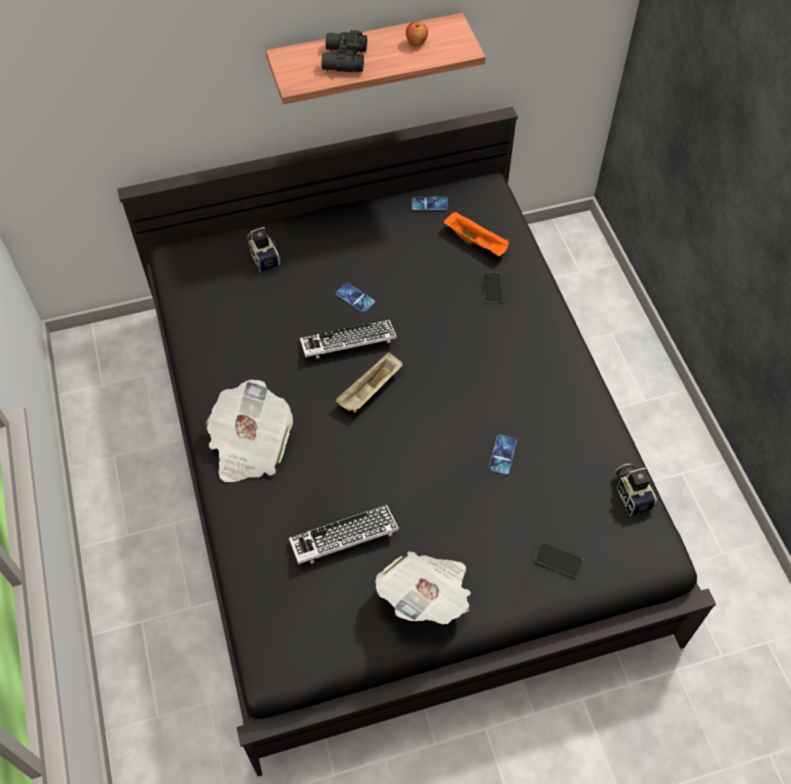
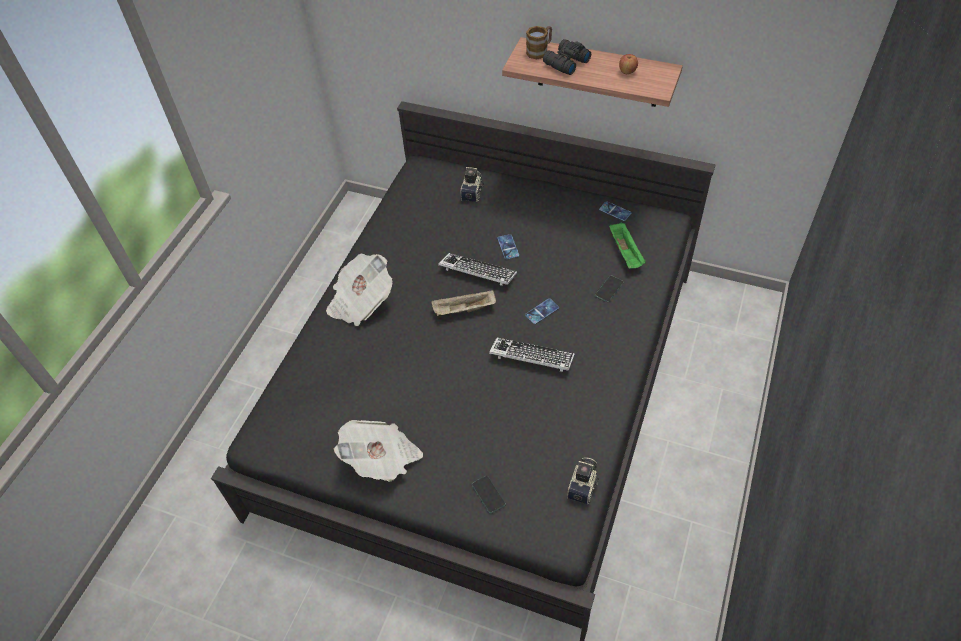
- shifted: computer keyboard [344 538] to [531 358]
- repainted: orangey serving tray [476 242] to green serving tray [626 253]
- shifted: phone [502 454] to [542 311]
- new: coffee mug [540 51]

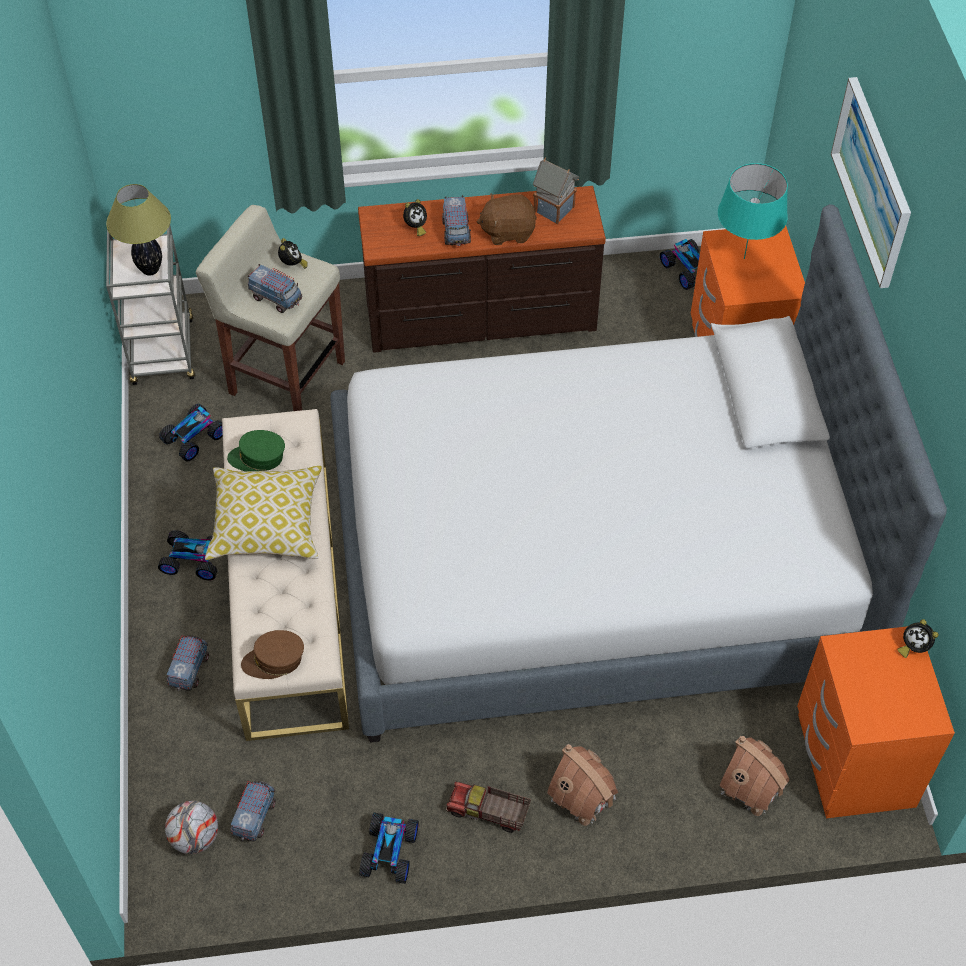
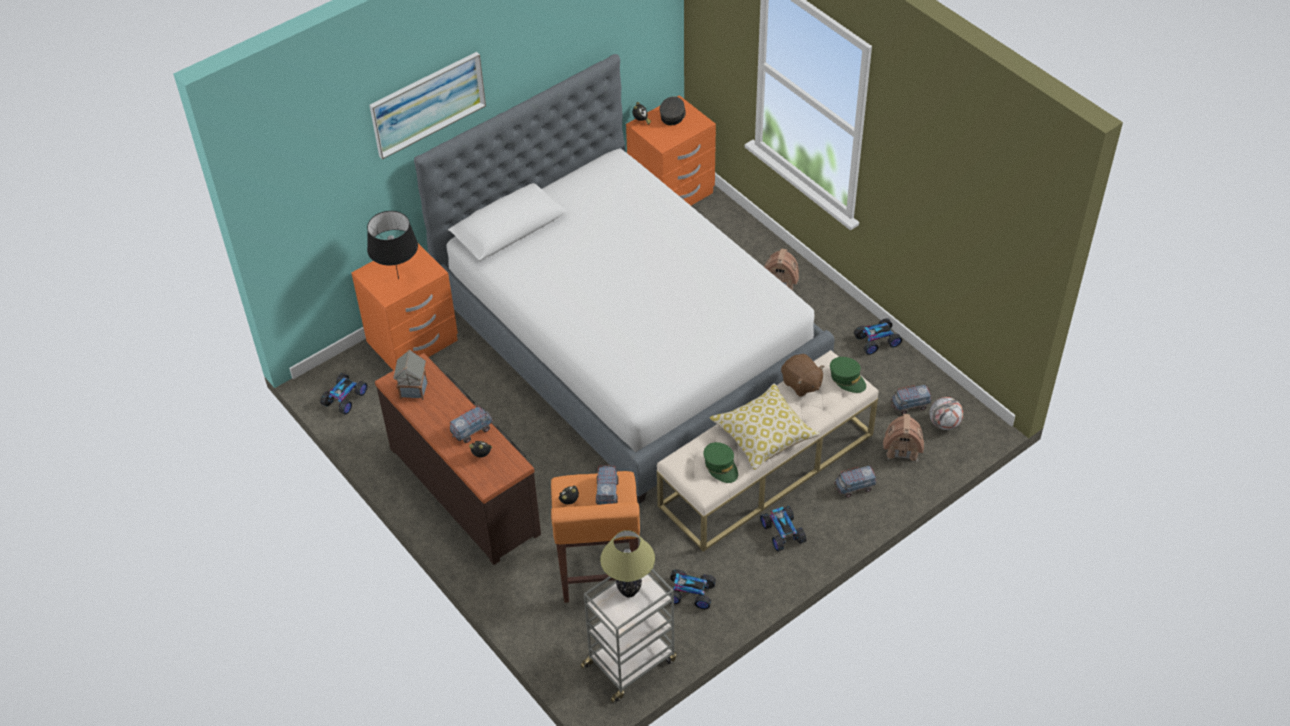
- repainted: sand-coloured stool seat [285 377] to orangey stool seat [599 572]
- repainted: brown baseball cap [274 660] to green baseball cap [847 379]
- gone: toy lorry [488 813]
- shifted: brown cuddly toy [508 231] to [801 384]
- repainted: turquoise table lamp [744 258] to black table lamp [398 279]
- shifted: model house [752 789] to [902 448]
- new: greyish baseball cap [673 115]

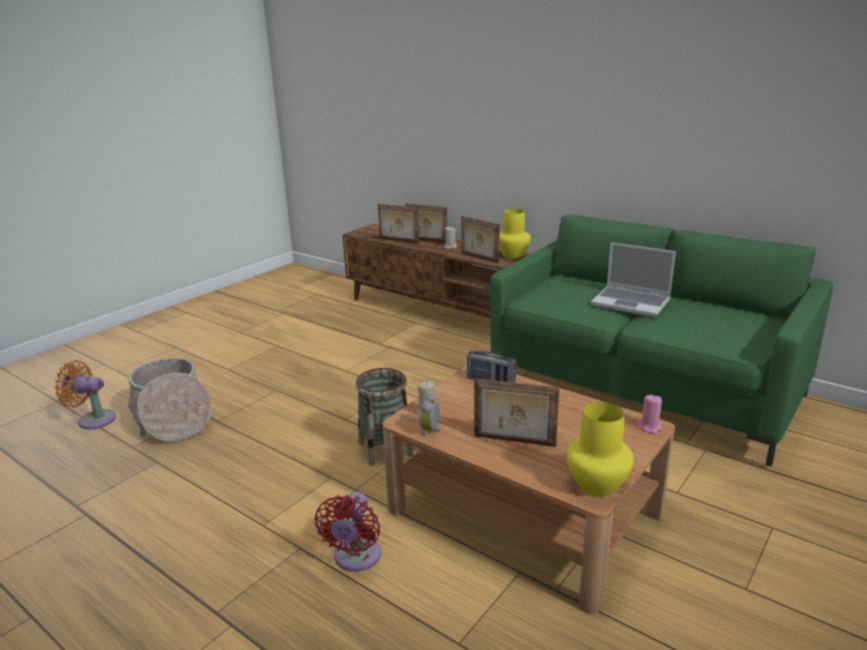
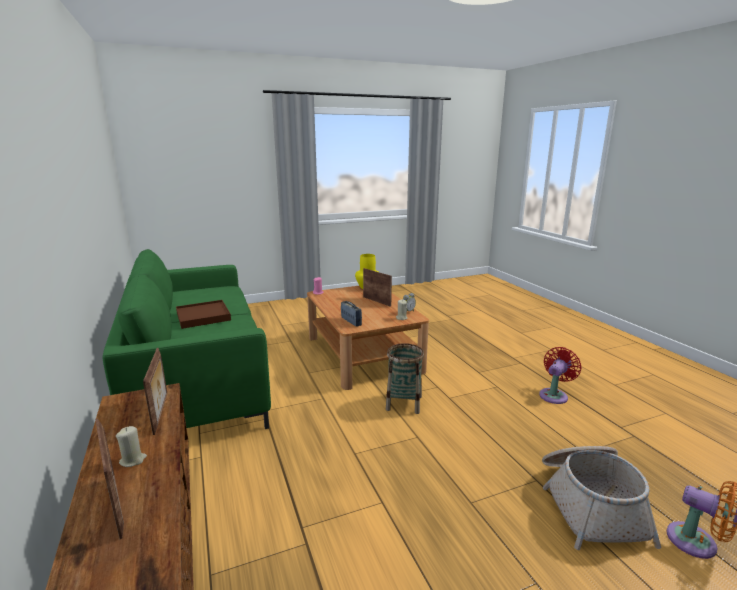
- shifted: red electric fan [356 558] to [554 395]
- gone: standing frame [398 241]
- gone: yellow-coloured vase [512 255]
- swapped: laptop [631 303] to brown serving tray [203 316]

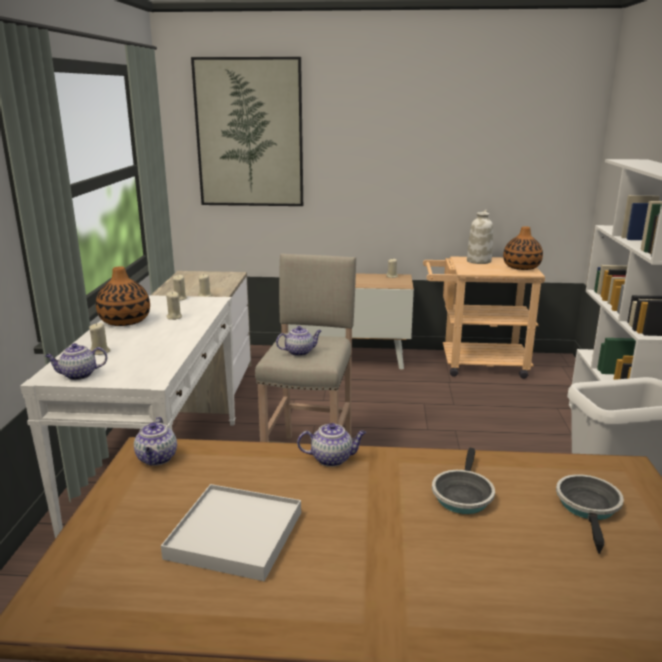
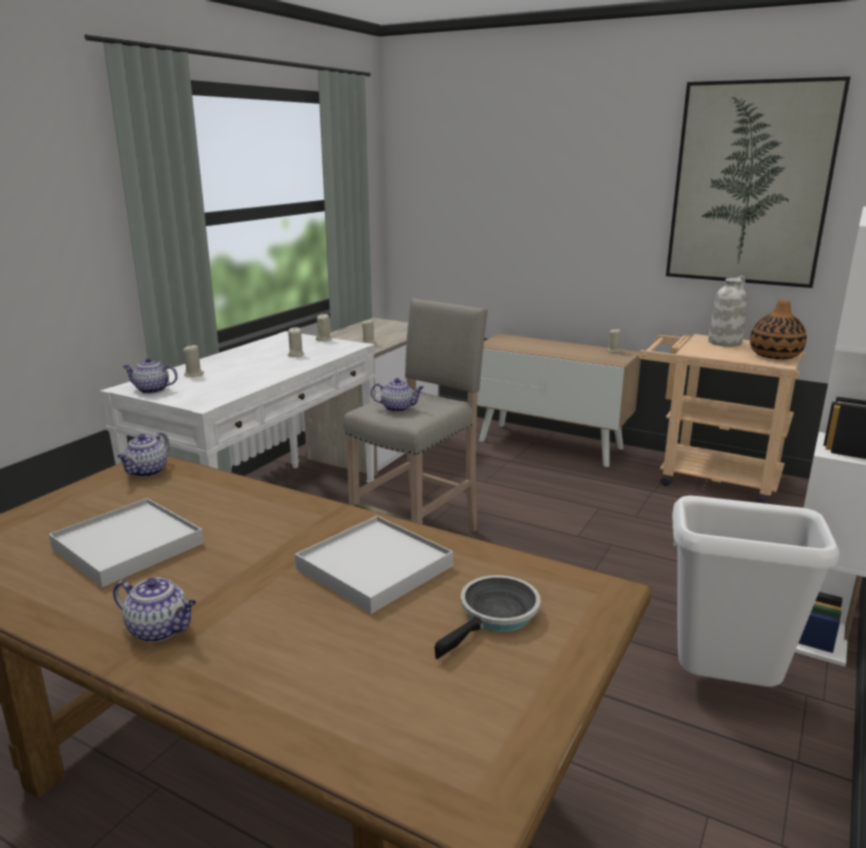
- gone: vase [125 321]
- shifted: picture [249 133] to [750 184]
- shifted: teapot [332 459] to [160 630]
- swapped: skillet [462 495] to white-coloured serving tray [374 567]

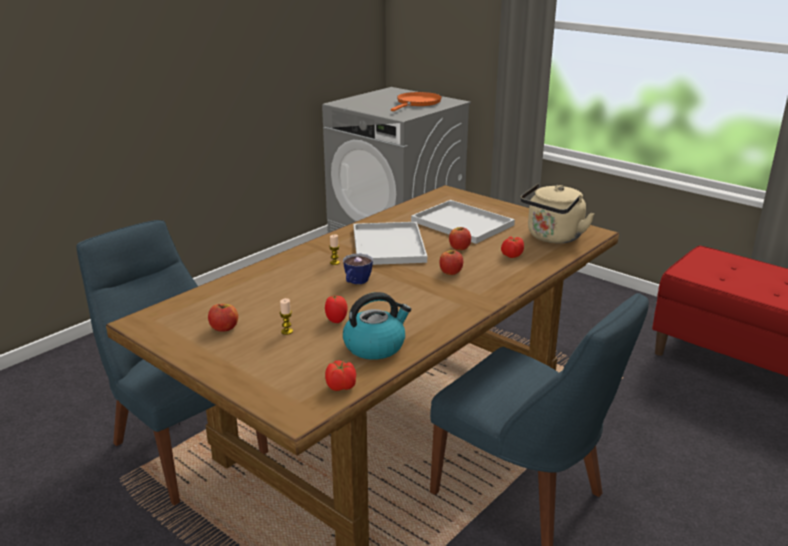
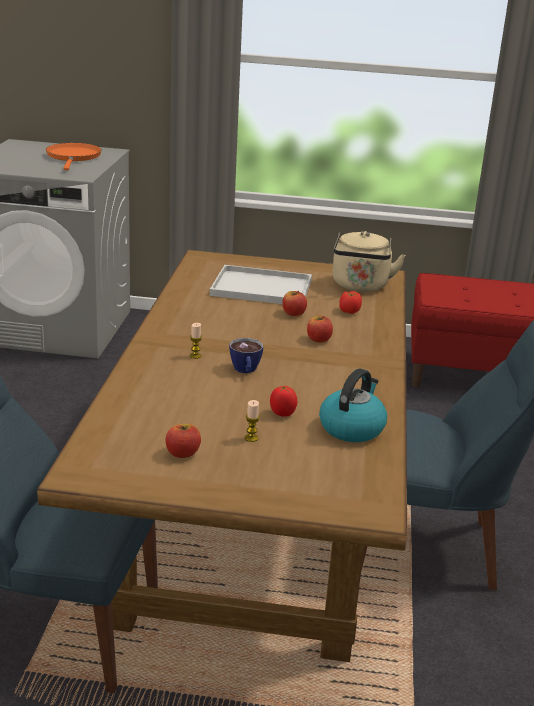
- gone: whole tomato [341 387]
- gone: white-coloured serving tray [387 244]

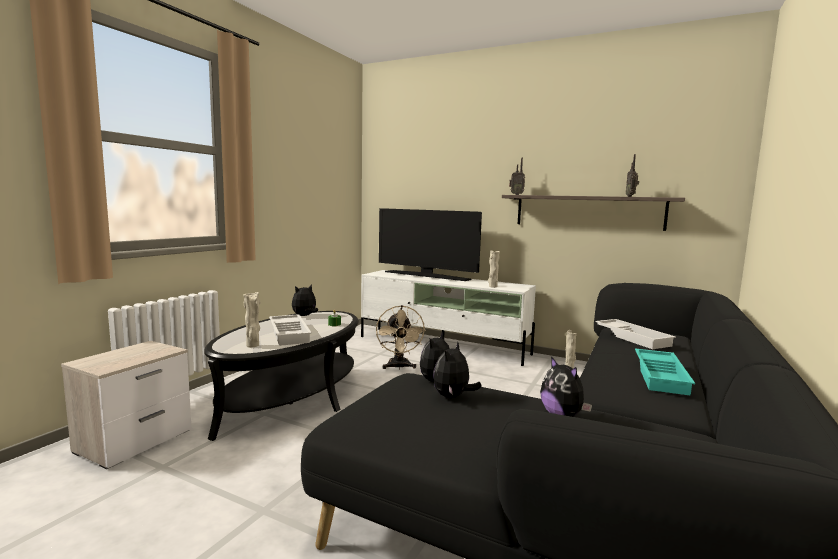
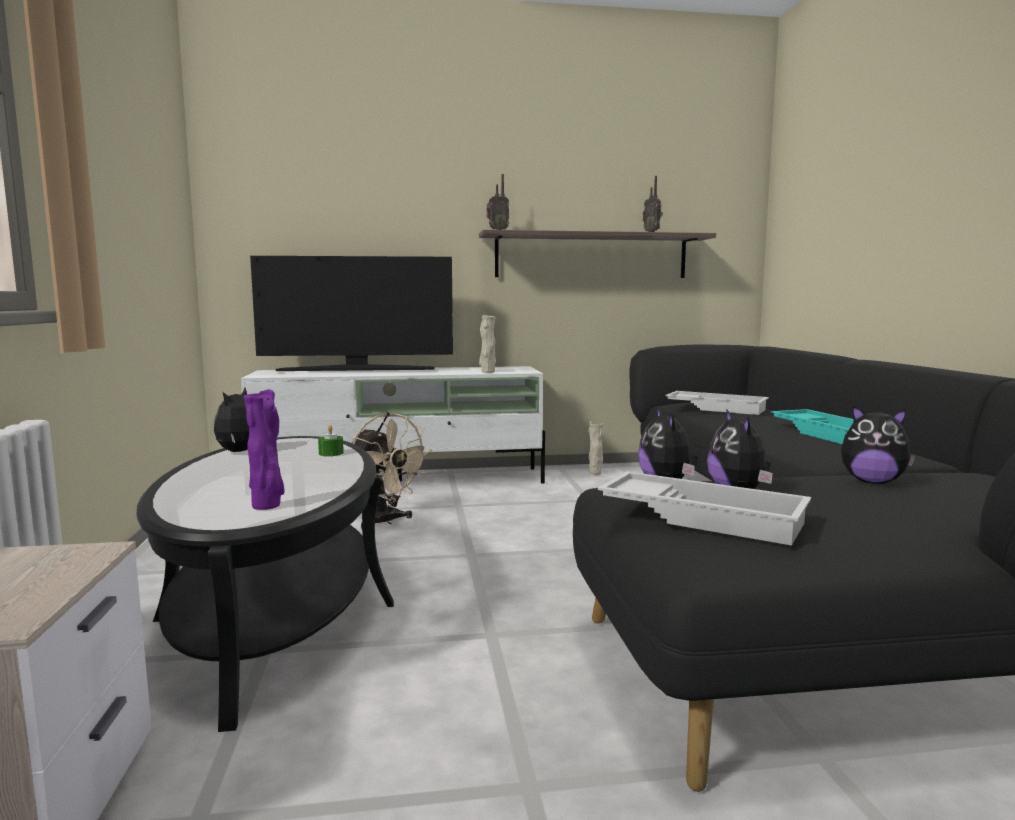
- repainted: sand-coloured vase [253 346] to purple-coloured vase [267 506]
- shifted: white-coloured serving tray [290 334] to [703 517]

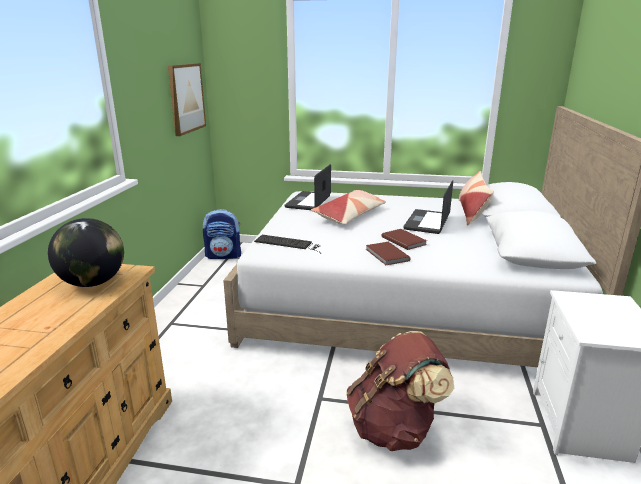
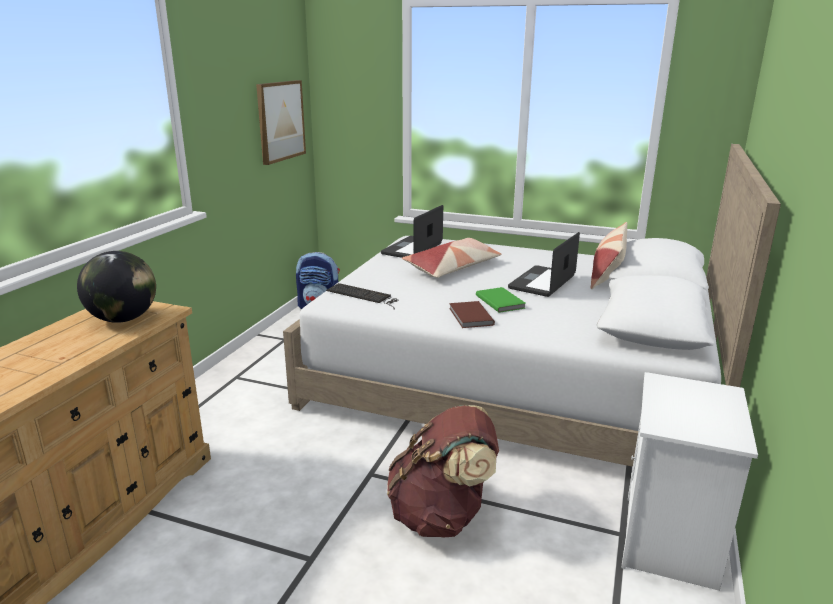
- repainted: brown bound book [404 240] to green bound book [500 301]

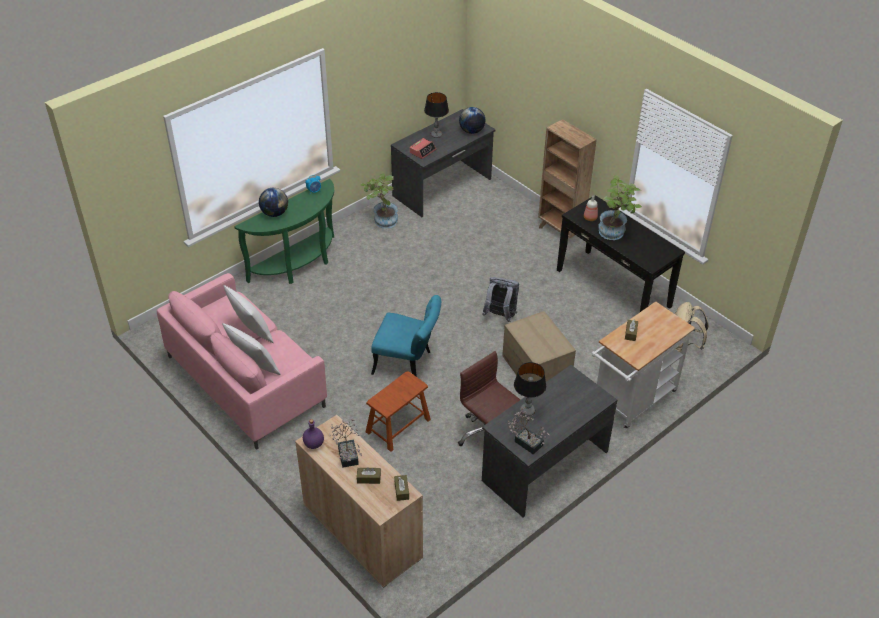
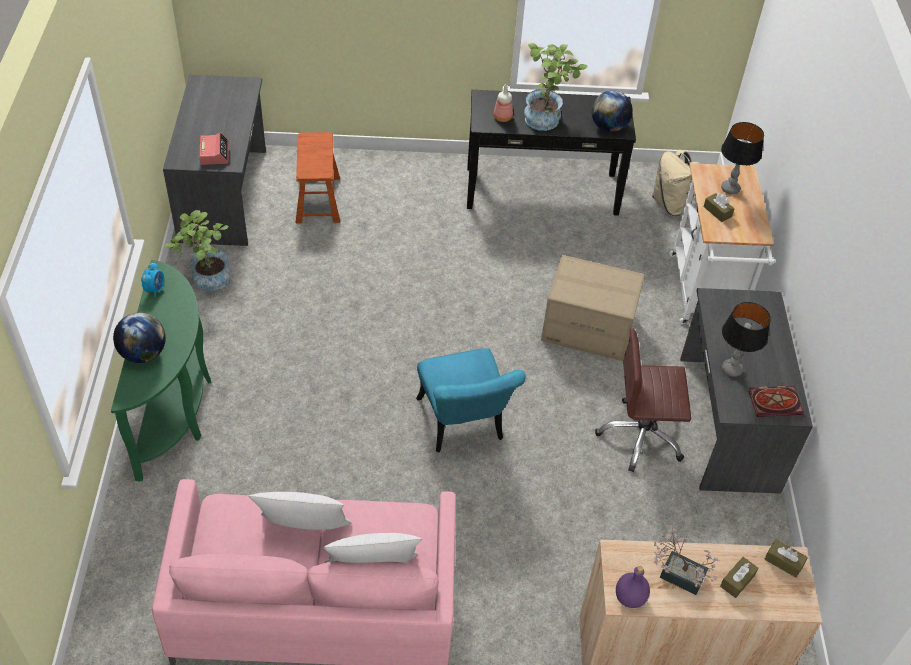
- shifted: brown stool seat [398 425] to [318 199]
- rotated: turquoise plain chair [408 364] = [463 426] 105 degrees clockwise
- shifted: table lamp [436 135] to [730 188]
- shifted: globe [471 131] to [609 127]
- gone: greyish knapsack [500 316]
- swapped: houseplant [526 441] to bound book [776 402]
- gone: brown shelving unit [560 232]

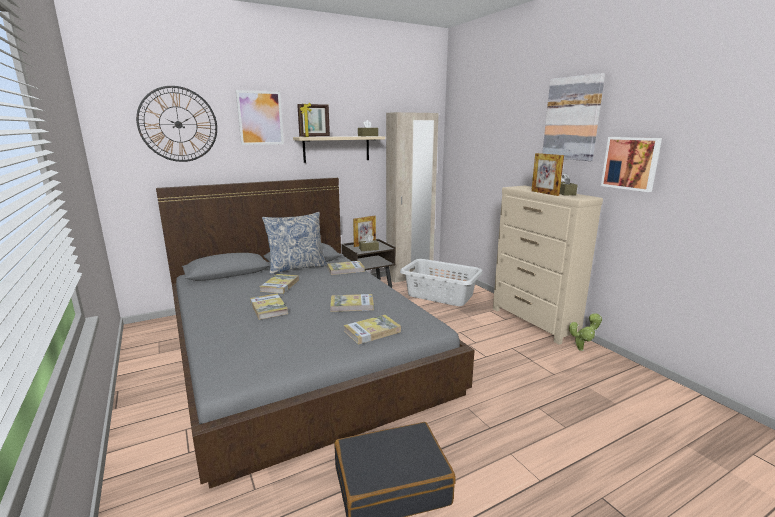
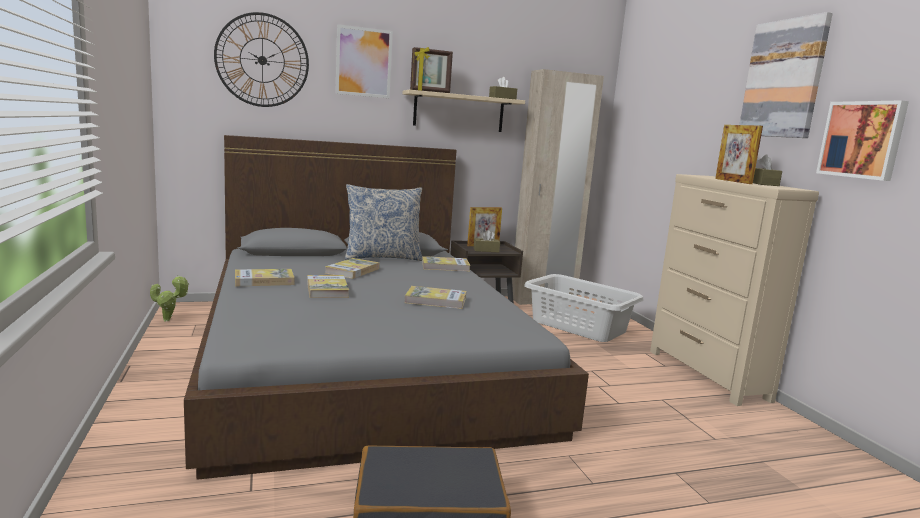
- shifted: bound book [372 331] to [264 280]
- shifted: houseplant [582 349] to [169 320]

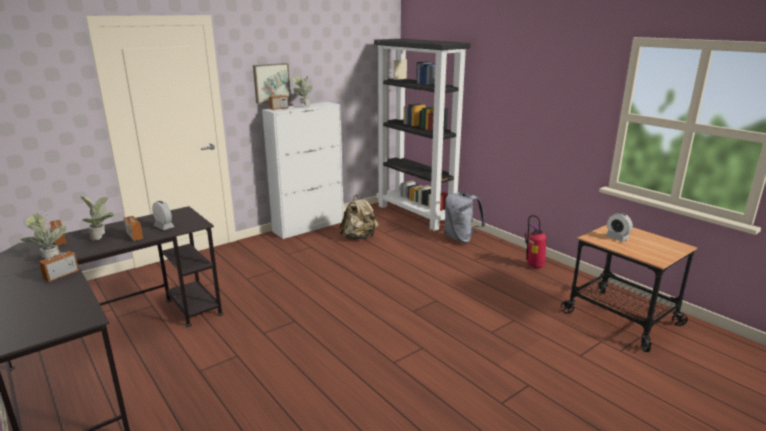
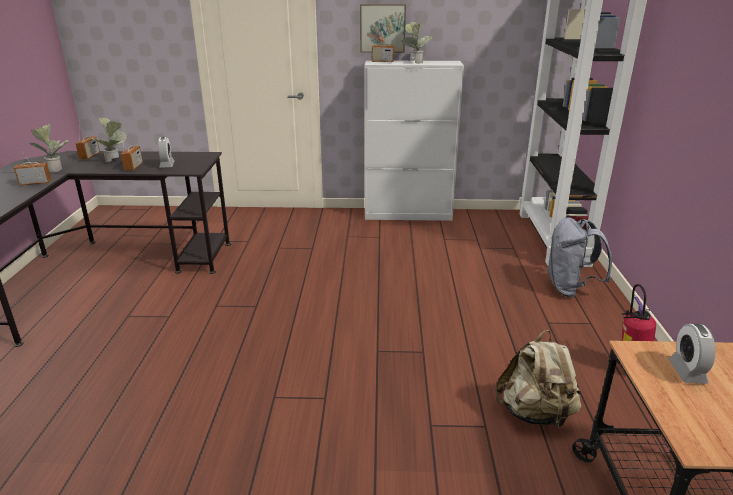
- shifted: sand-coloured knapsack [359 237] to [535 413]

